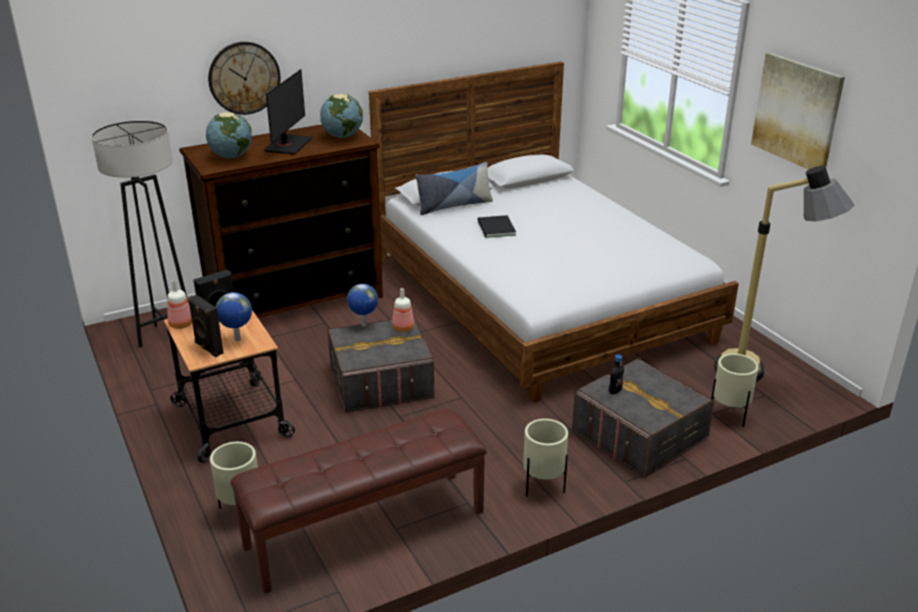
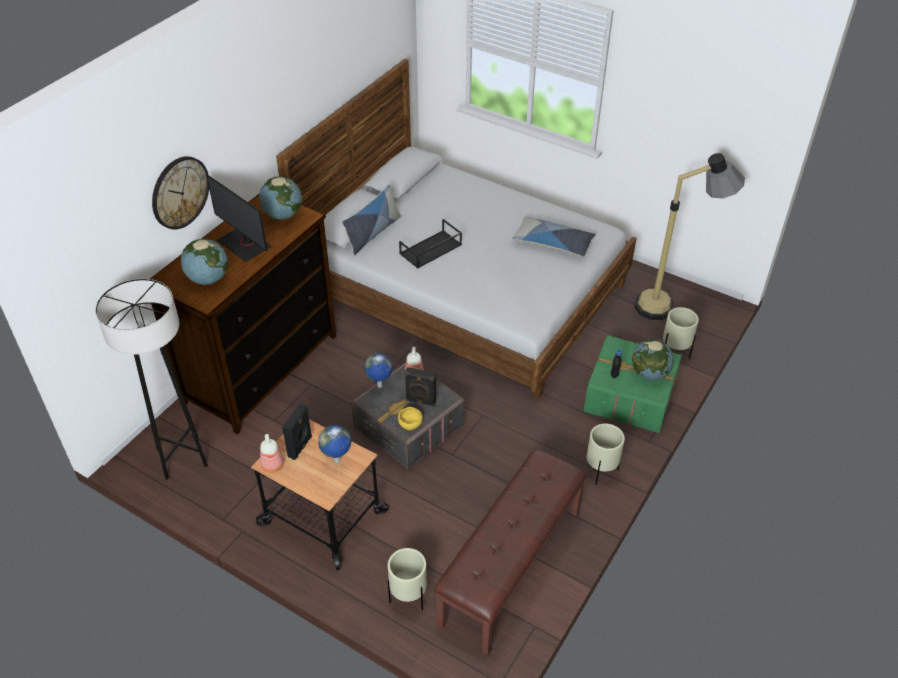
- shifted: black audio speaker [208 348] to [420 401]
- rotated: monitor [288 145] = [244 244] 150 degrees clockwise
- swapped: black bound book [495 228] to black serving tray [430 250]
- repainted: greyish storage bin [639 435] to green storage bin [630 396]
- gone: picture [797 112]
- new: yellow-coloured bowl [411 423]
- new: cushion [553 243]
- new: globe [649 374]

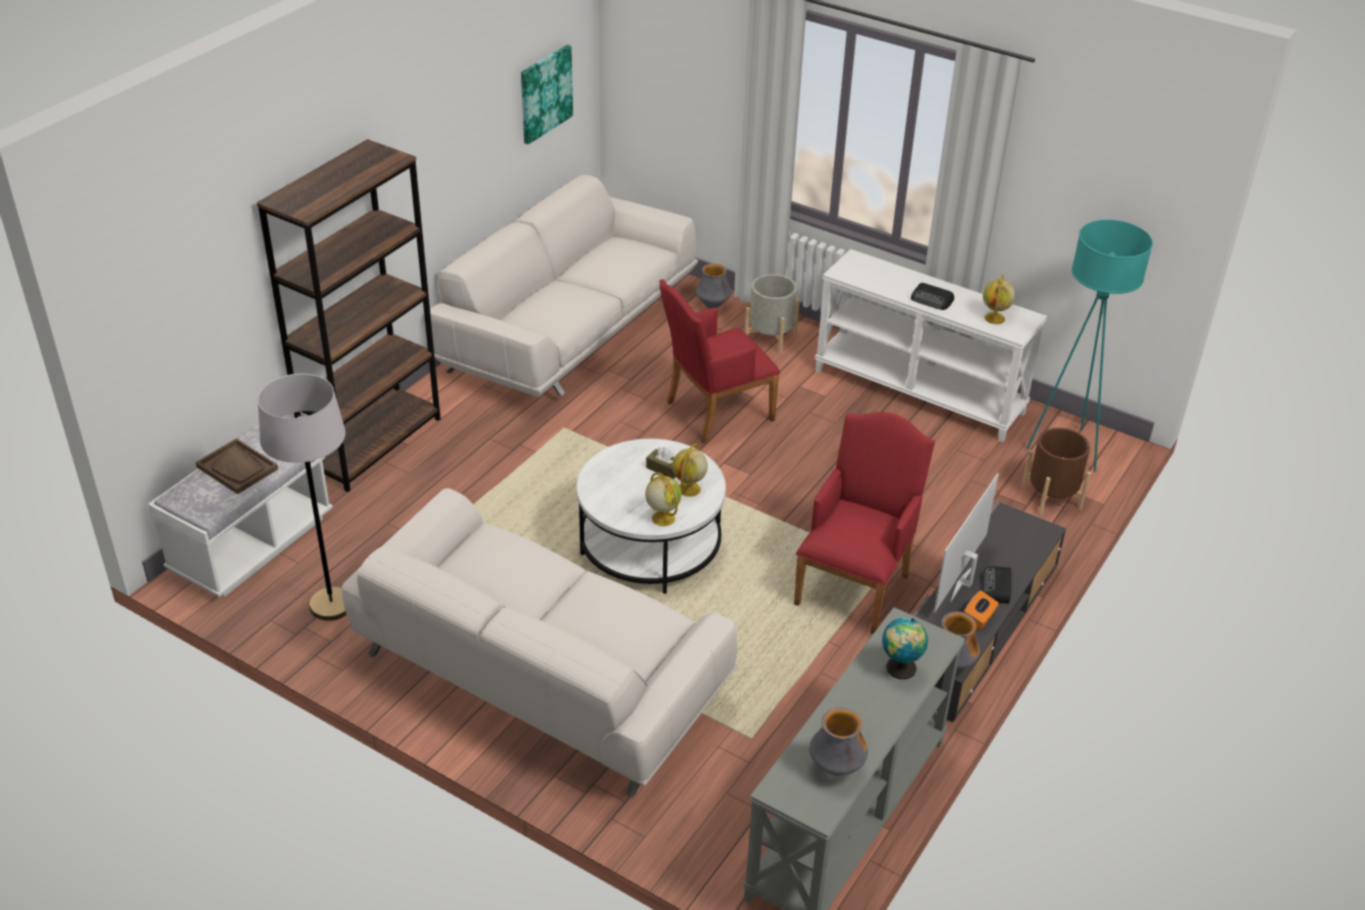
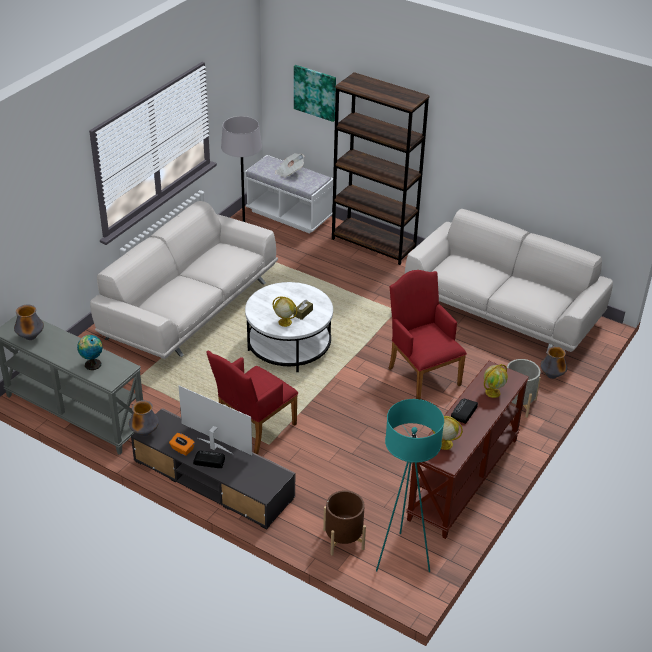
- swapped: brown serving tray [237 468] to printed paper [289 172]
- shifted: picture [545 93] to [315 92]
- shifted: globe [662 518] to [493 392]
- rotated: red armchair [855 585] = [253 429] 105 degrees clockwise
- repainted: white-coloured console table [919 391] to brown console table [464 479]

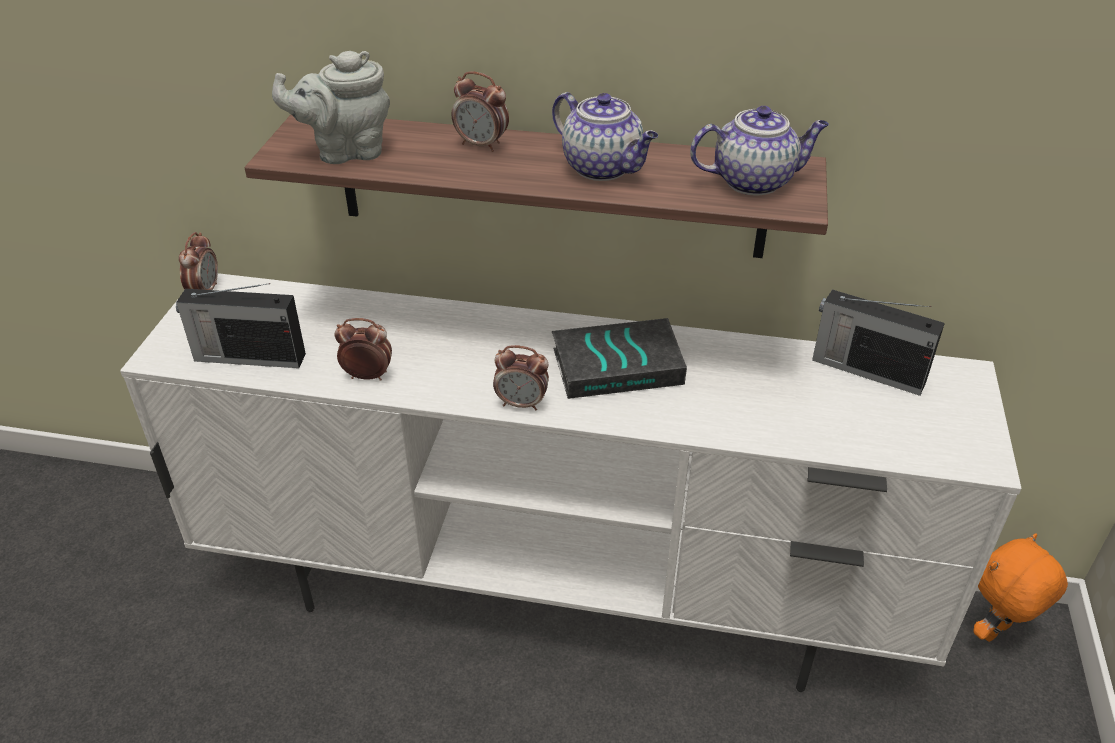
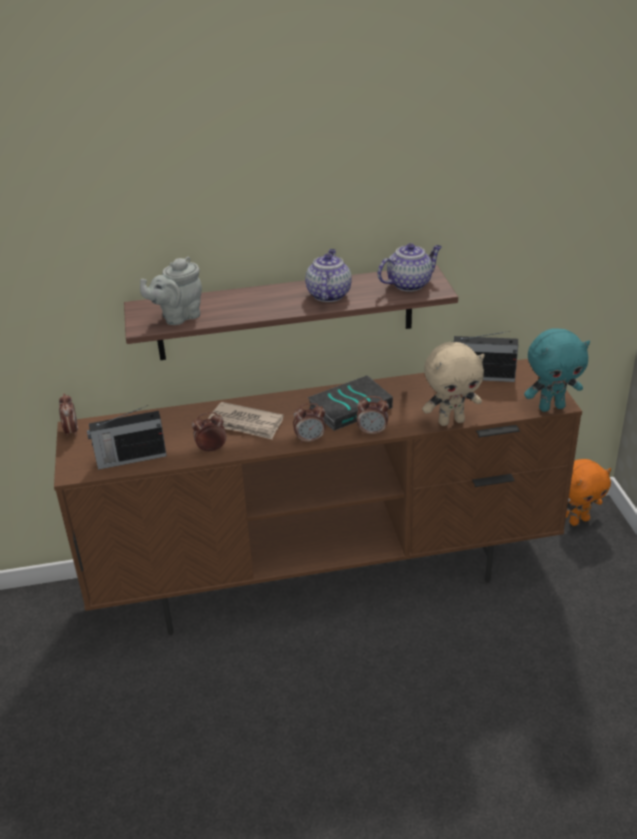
- repainted: white-coloured tv unit [562 597] to brown tv unit [327 577]
- shifted: alarm clock [482 145] to [372 432]
- rotated: teapot [604 168] = [328 294] 105 degrees counterclockwise
- rotated: orangey cuddly toy [996 633] = [578 520] 150 degrees counterclockwise
- new: printed paper [245 424]
- new: sand-coloured cuddly toy [451 421]
- new: turquoise cuddly toy [551 407]

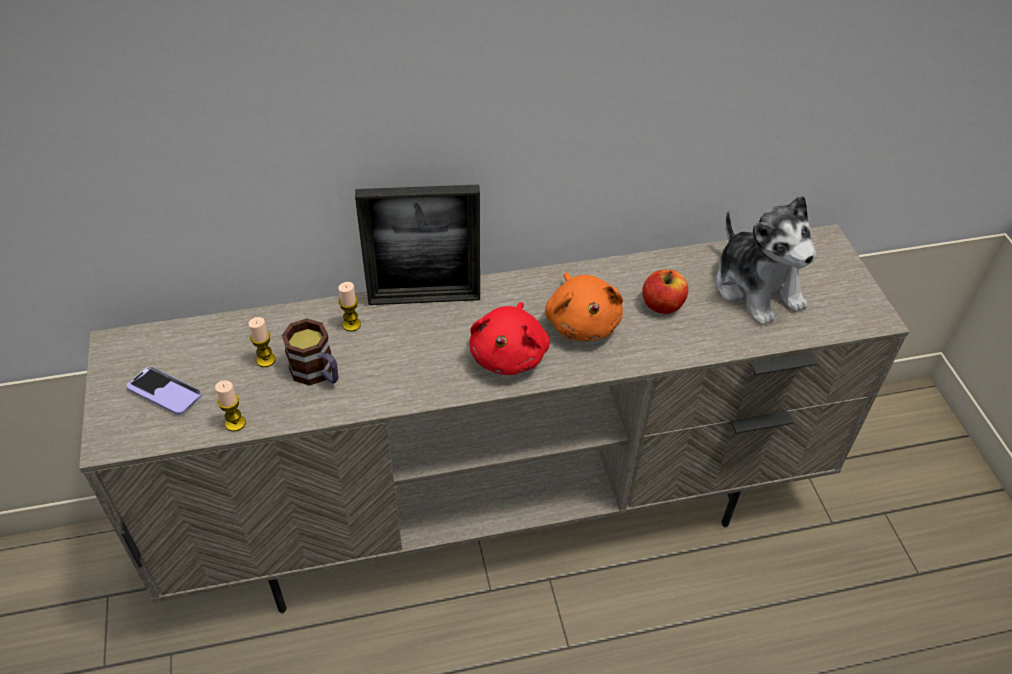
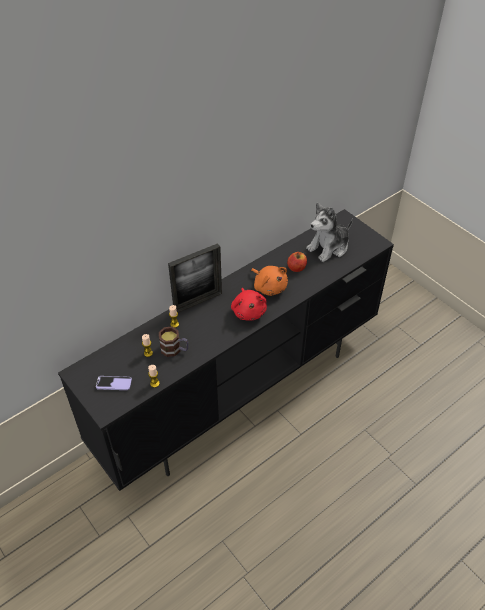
- repainted: sand-coloured tv unit [502 515] to black tv unit [242 392]
- rotated: cuddly toy [757 288] = [329 247] 105 degrees clockwise

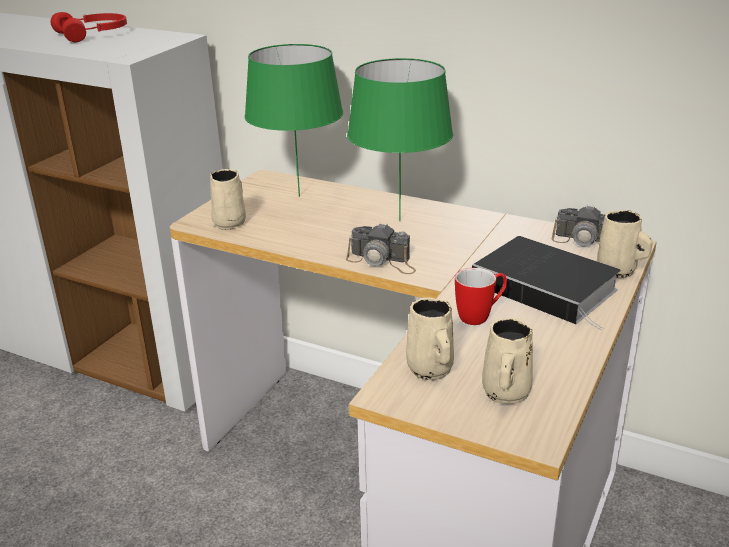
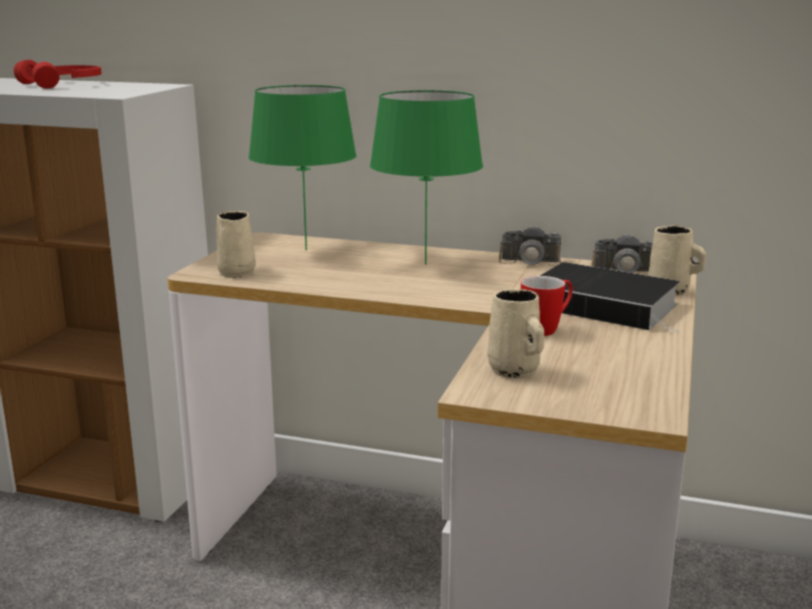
- shifted: photo camera [382 261] to [535 262]
- gone: sand-coloured coffee mug [505 394]

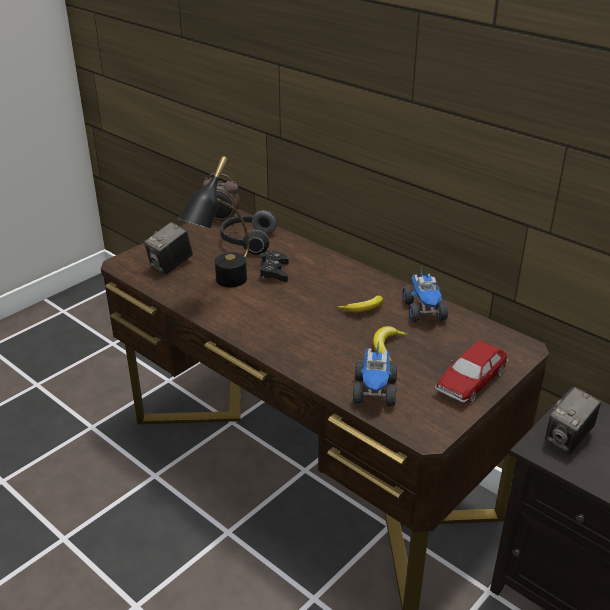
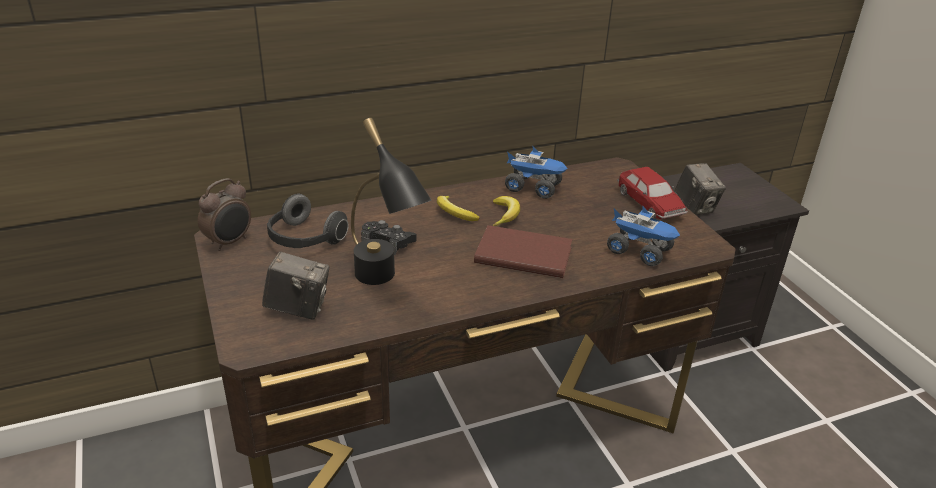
- rotated: photo camera [170 266] = [298 308] 60 degrees counterclockwise
- shifted: banana [386 347] to [454 213]
- new: brown bound book [522 254]

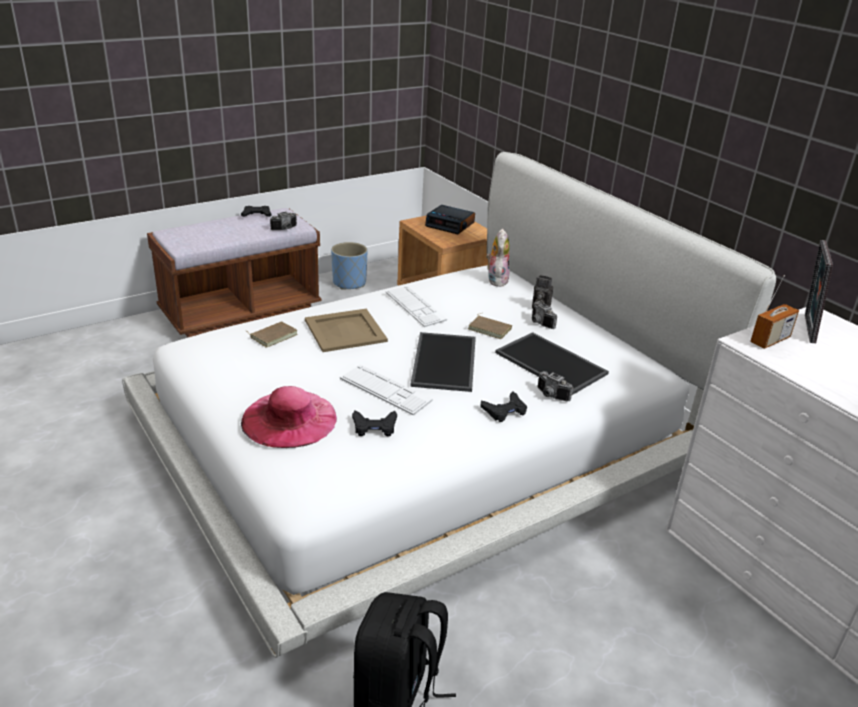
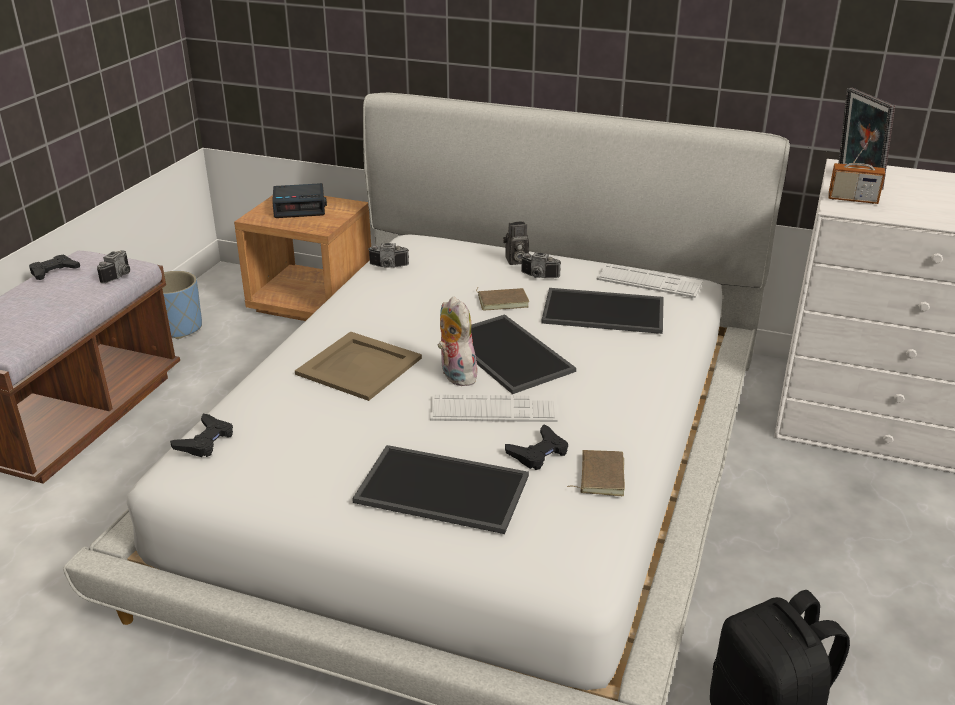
- swapped: pinkish wearable hat [289 419] to serving tray [439 490]
- shifted: brown bound book [273 336] to [600 475]
- shifted: computer keyboard [415 306] to [649 281]
- shifted: black gamepad [504 411] to [205 441]
- shifted: cuddly toy [496 280] to [455 375]
- shifted: photo camera [550 396] to [388 267]
- rotated: radio receiver [770 340] = [852 199] 90 degrees clockwise

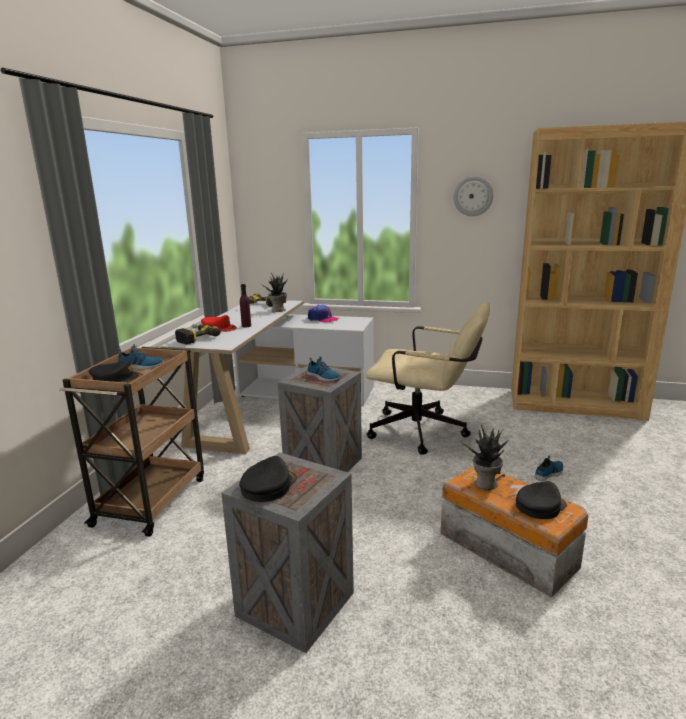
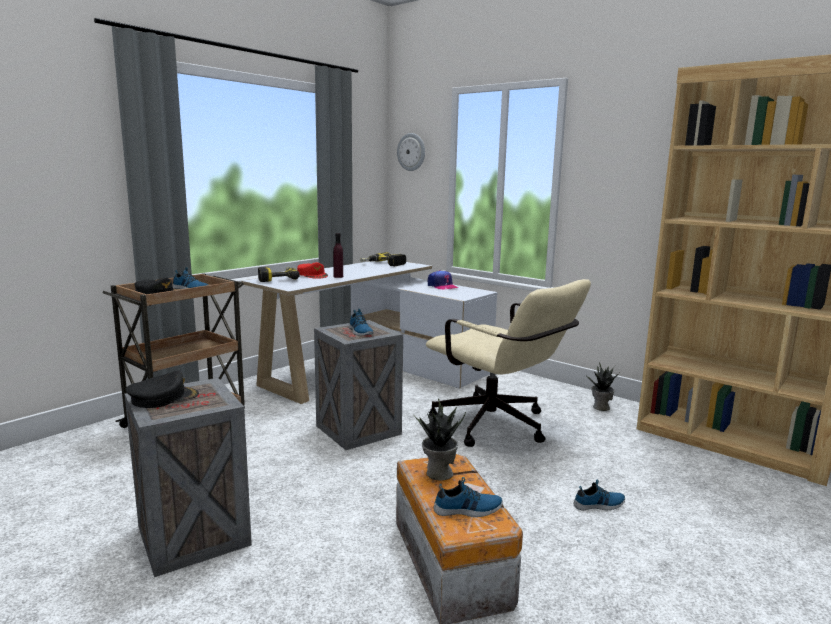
- shifted: houseplant [278 310] to [600 407]
- shifted: wall clock [473 196] to [411 152]
- swapped: black baseball cap [539 505] to shoe [468 510]

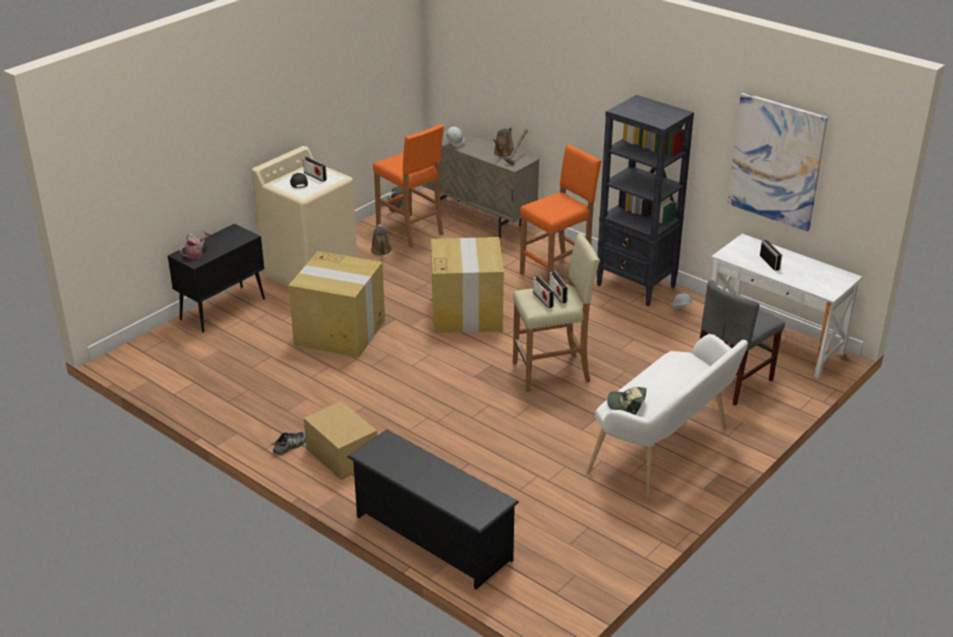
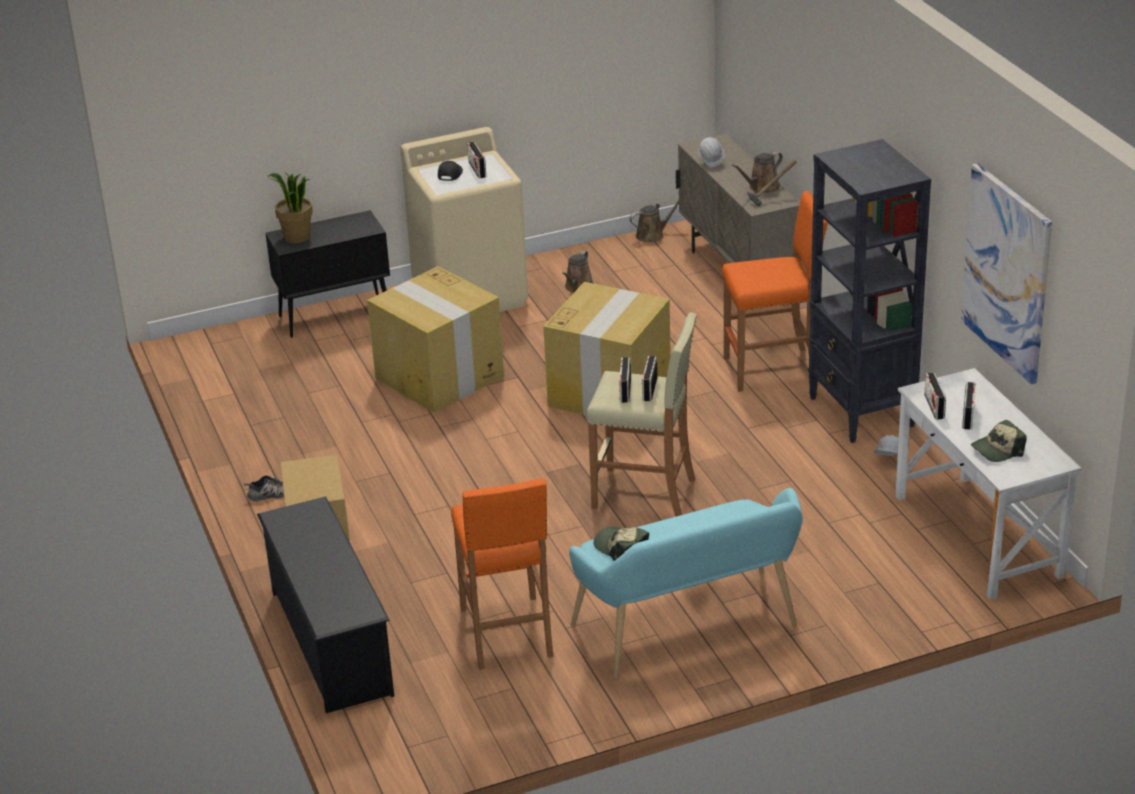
- swapped: sprinkling can [196 253] to houseplant [297 237]
- shifted: orangey stool seat [410 231] to [506 633]
- repainted: white-coloured indoor bench [665 452] to turquoise indoor bench [690 631]
- gone: greyish plain chair [732 381]
- new: radio receiver [934 407]
- new: baseball cap [997 450]

